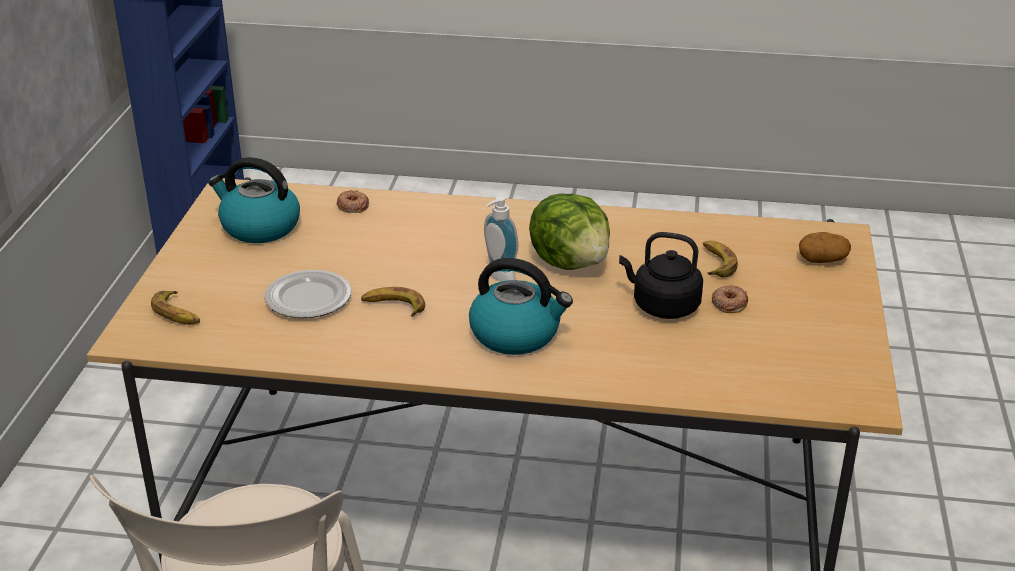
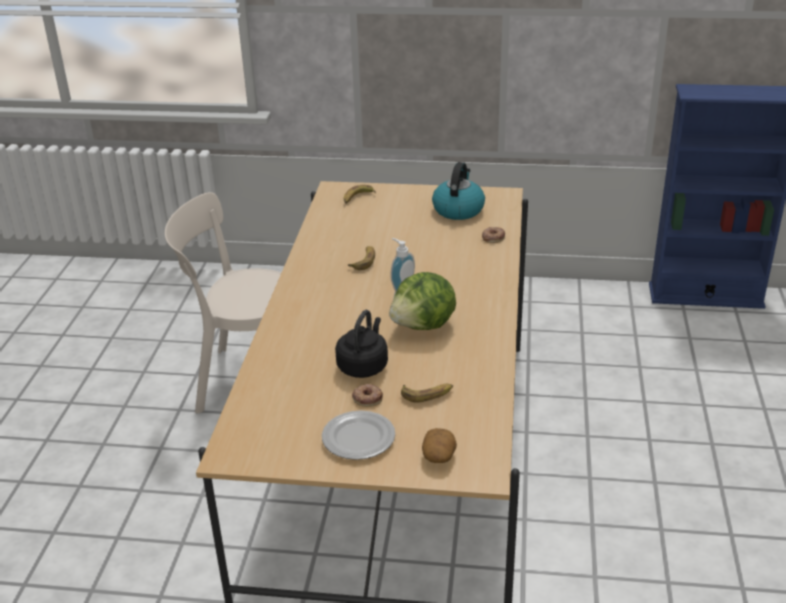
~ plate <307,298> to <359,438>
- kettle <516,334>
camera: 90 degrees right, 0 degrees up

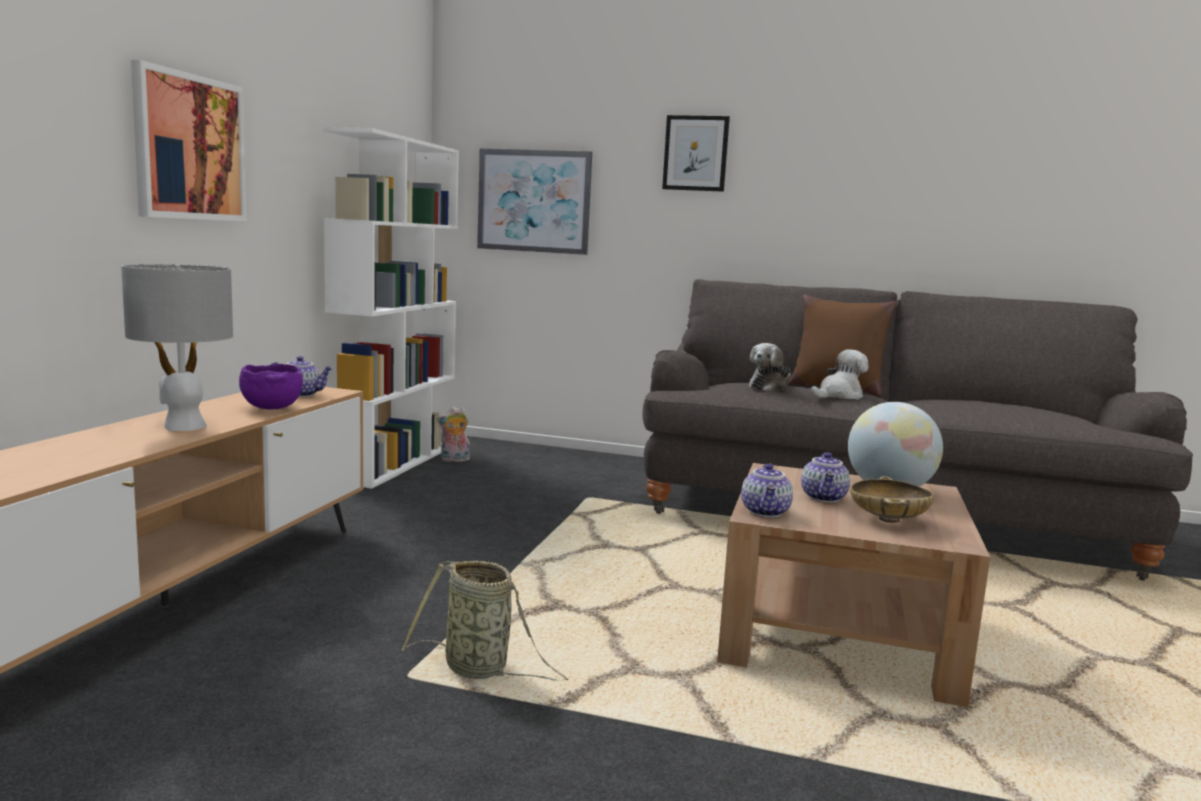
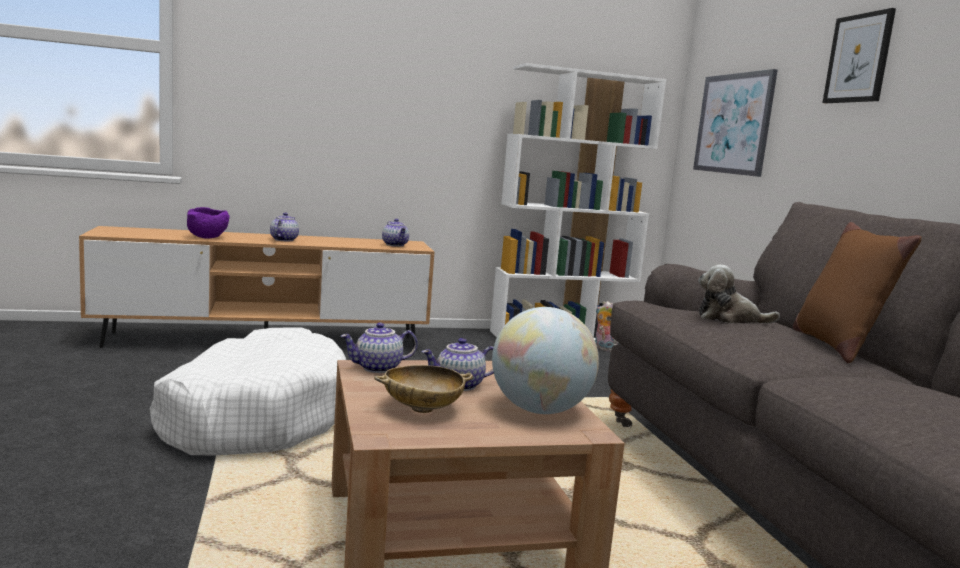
~ basket <480,669> to dog bed (white) <255,416>
~ bowl (purple) <271,408> to <207,238>
~ table lamp (grey) <184,426> to teapot <283,240>
- picture <189,148>
- plush toy <839,395>
camera: 60 degrees right, 0 degrees up

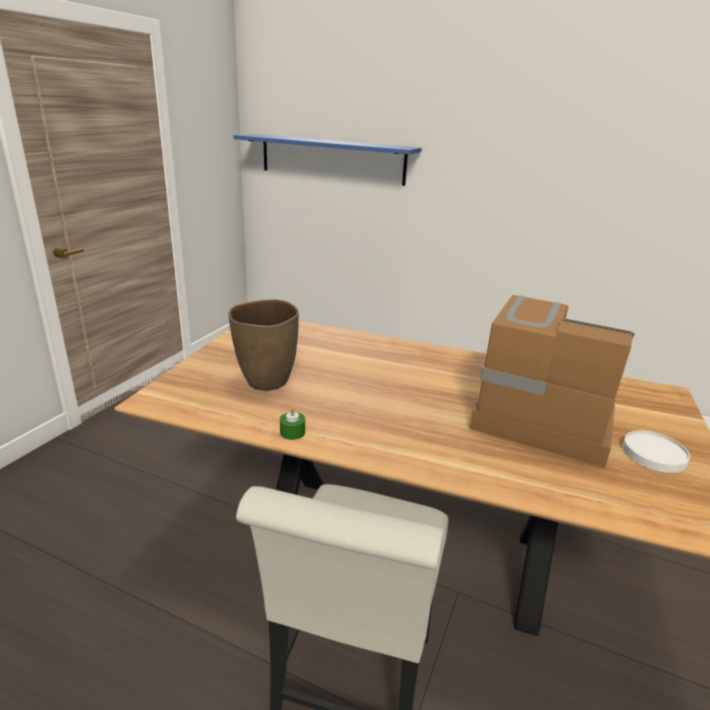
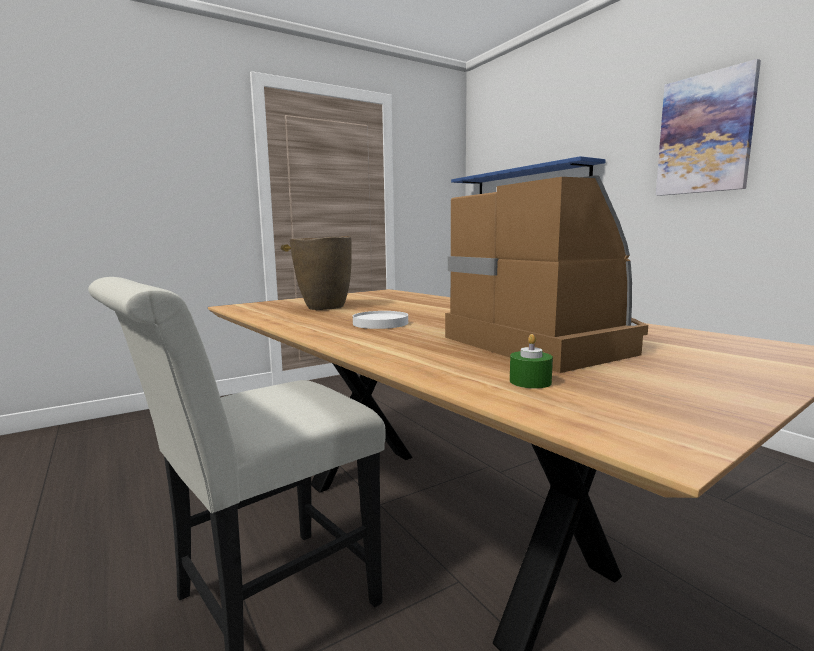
~ plate (white) <654,454> to <380,323>
~ candle (green) <292,432> to <530,382>
+ picture <705,134>
camera: 35 degrees right, 15 degrees down

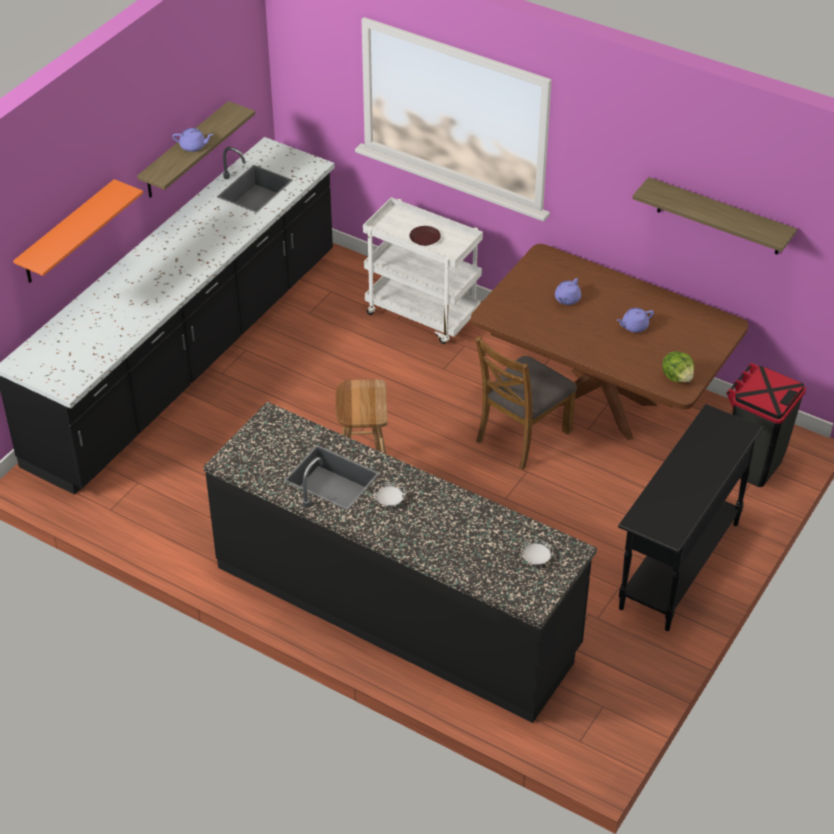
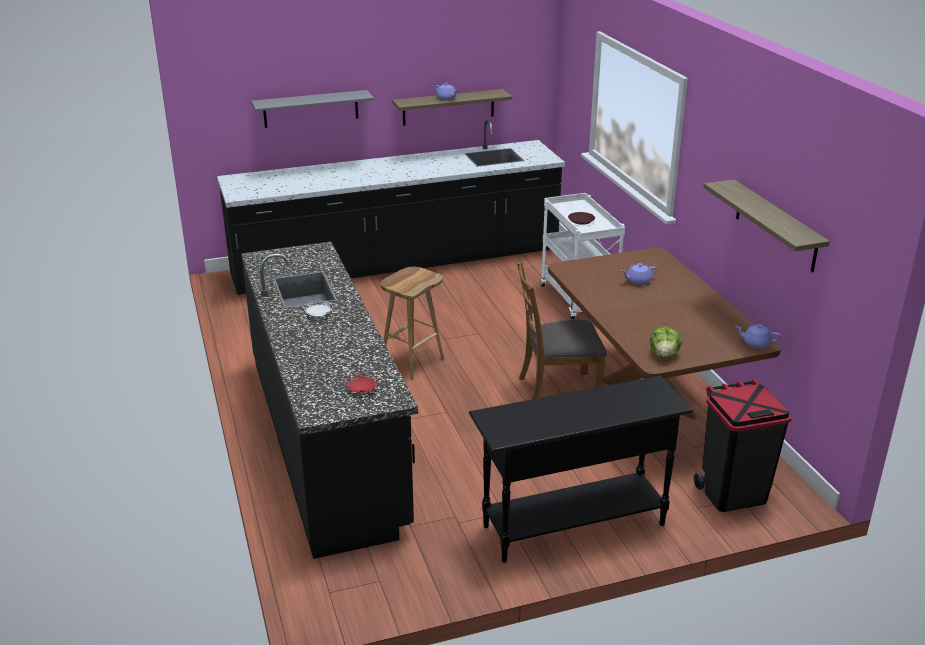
~ shelf (orange) <67,233> to shelf (grey) <311,109>
~ plate (white) <536,558> to plate (red) <362,390>
~ teapot (purple) <634,326> to <755,344>
camera: 40 degrees right, 15 degrees down

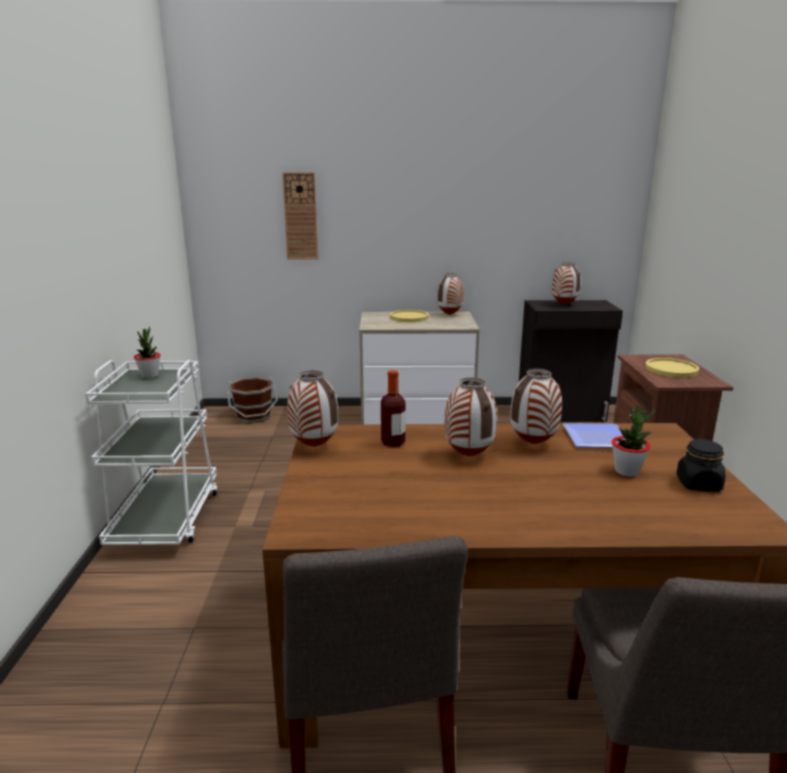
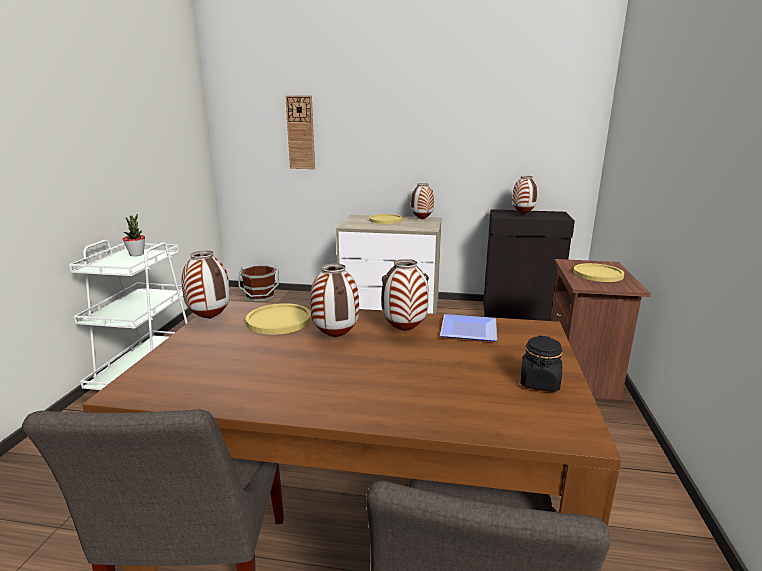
~ bottle <393,443> to plate (yellow) <279,320>
- potted plant <627,471>
camera: 10 degrees right, 0 degrees up

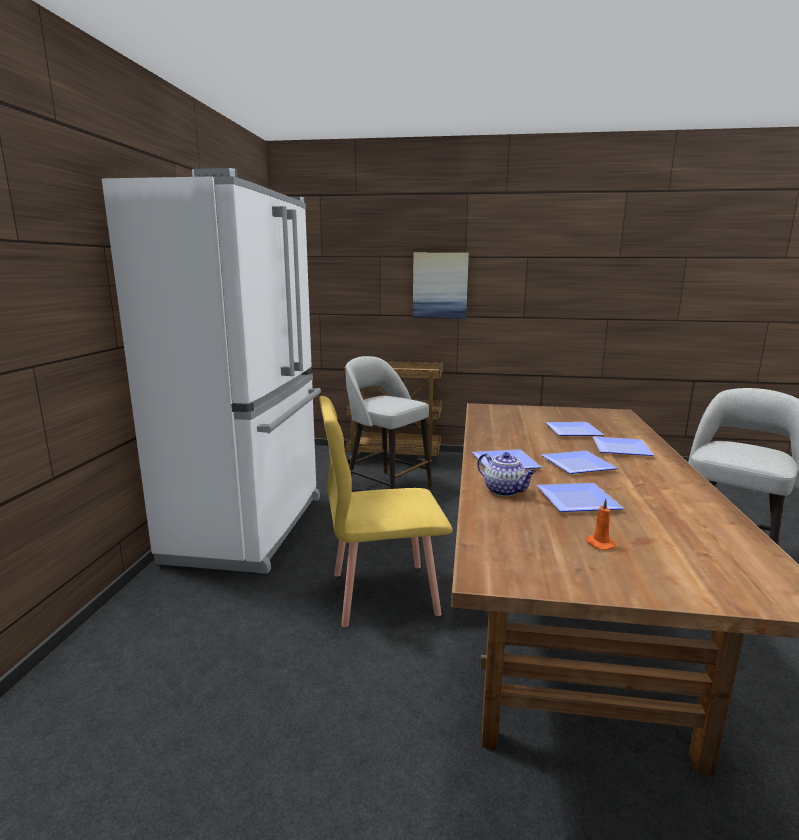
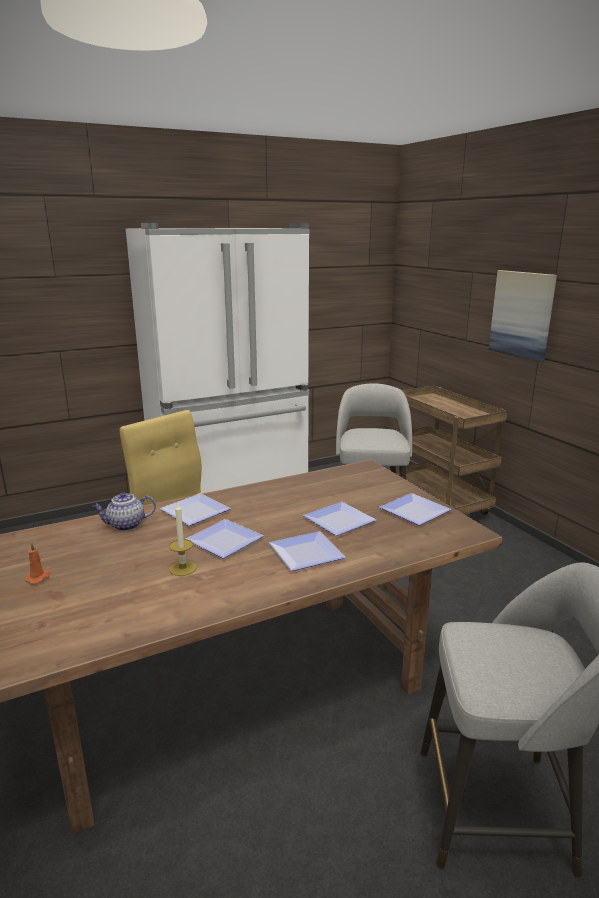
~ teapot <505,491> = <125,525> 60 degrees clockwise
+ candle <183,568>
~ plate <578,499> to <417,511>
camera: 55 degrees right, 5 degrees up

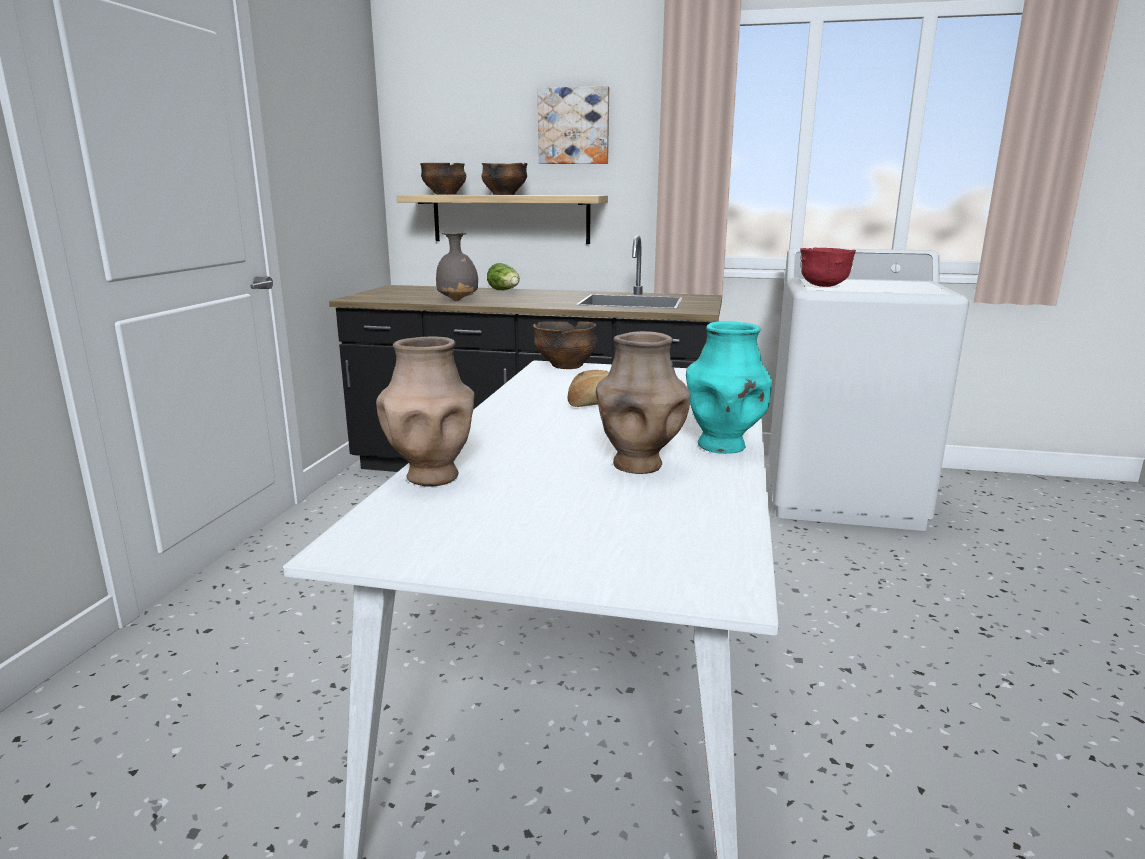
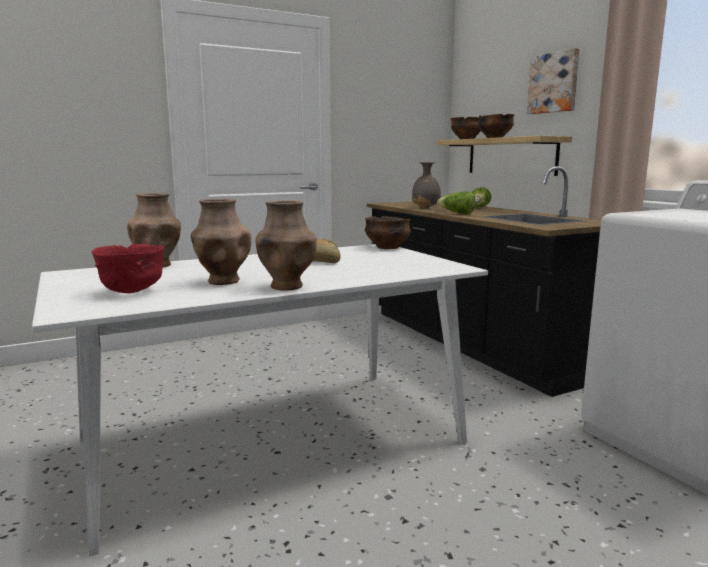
~ bowl (red) <823,286> to <132,291>
~ vase (turquoise) <723,446> to vase (brown) <287,287>
+ lettuce <457,213>
camera: 50 degrees right, 5 degrees down

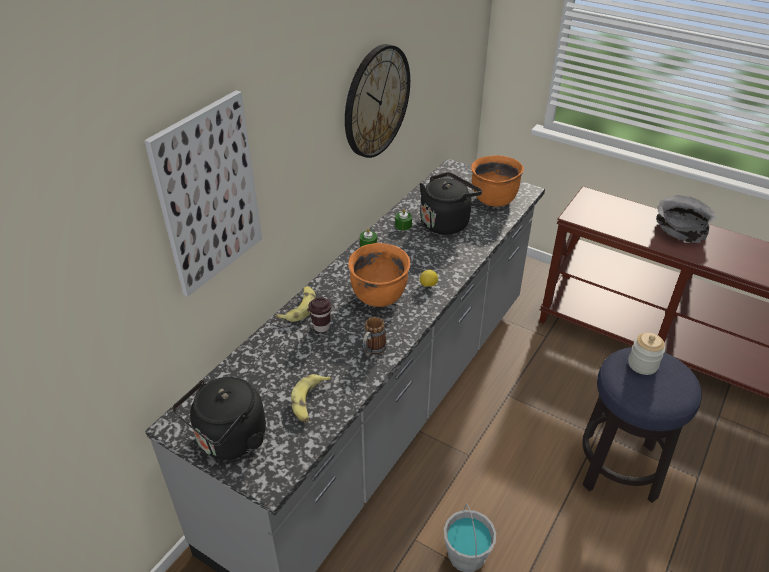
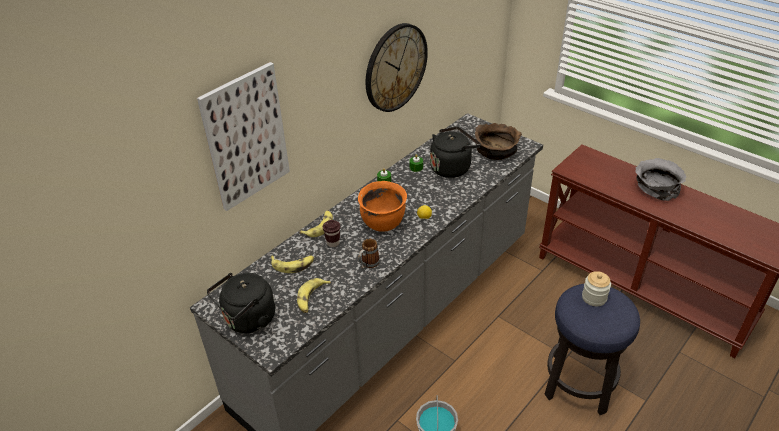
+ banana <293,265>
~ cooking pot (orange) <493,199> to bowl (brown) <496,151>
camera: 10 degrees right, 0 degrees up

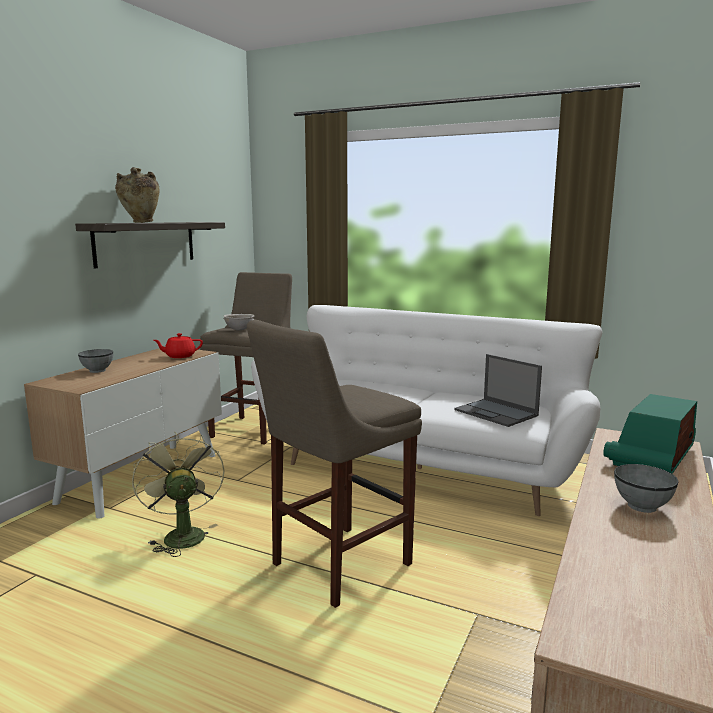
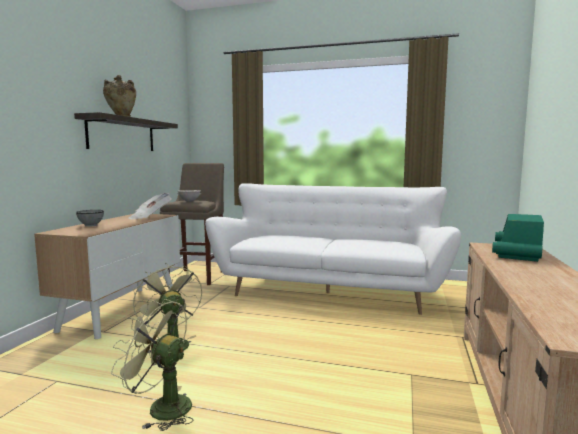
+ fan (green) <161,407>
~ teapot (red) <179,356> to newspaper <150,217>
- stool (beige) <335,566>
- laptop <497,413>
- bowl (grey) <641,506>
camera: 10 degrees left, 5 degrees down

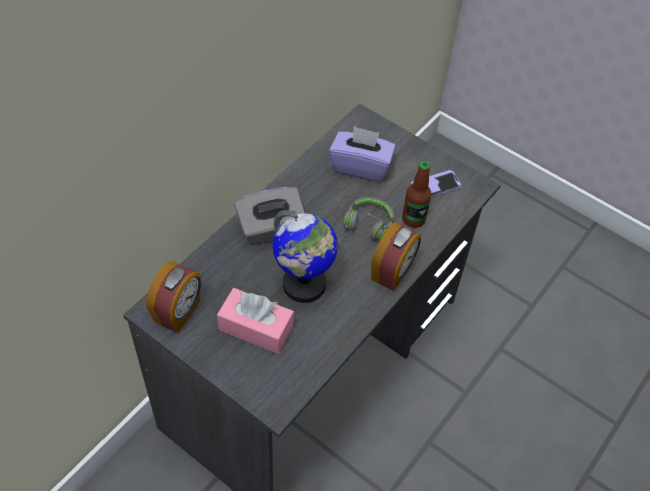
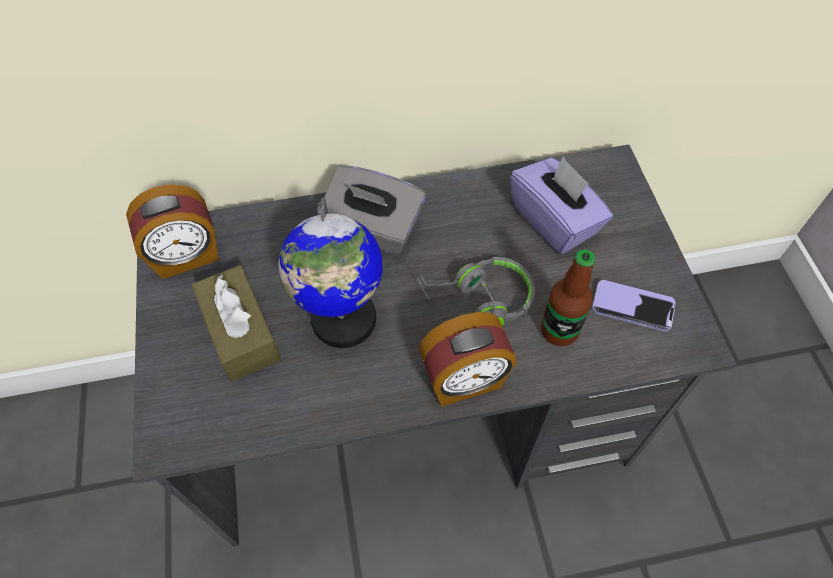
~ tissue box (pink) <256,328> to tissue box (brown) <241,332>
camera: 45 degrees right, 5 degrees up

